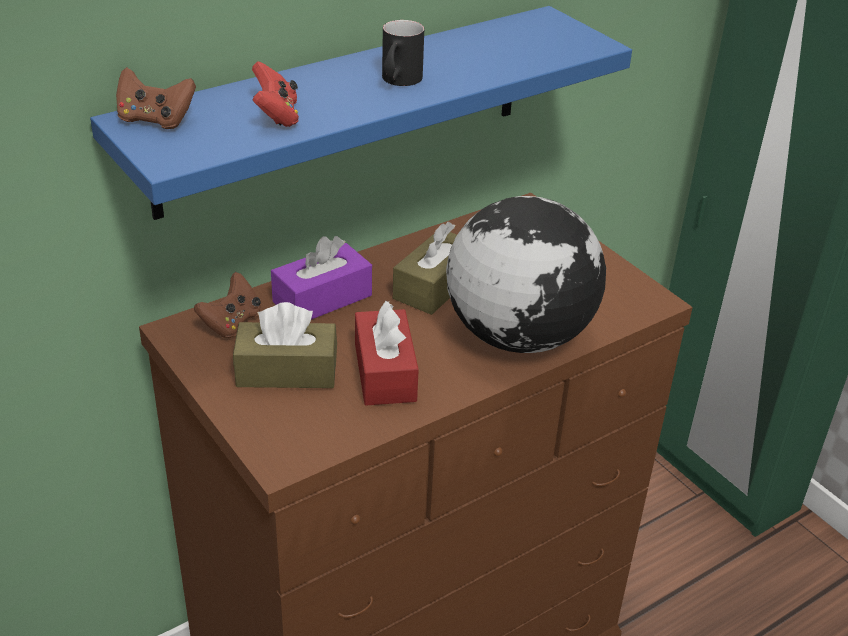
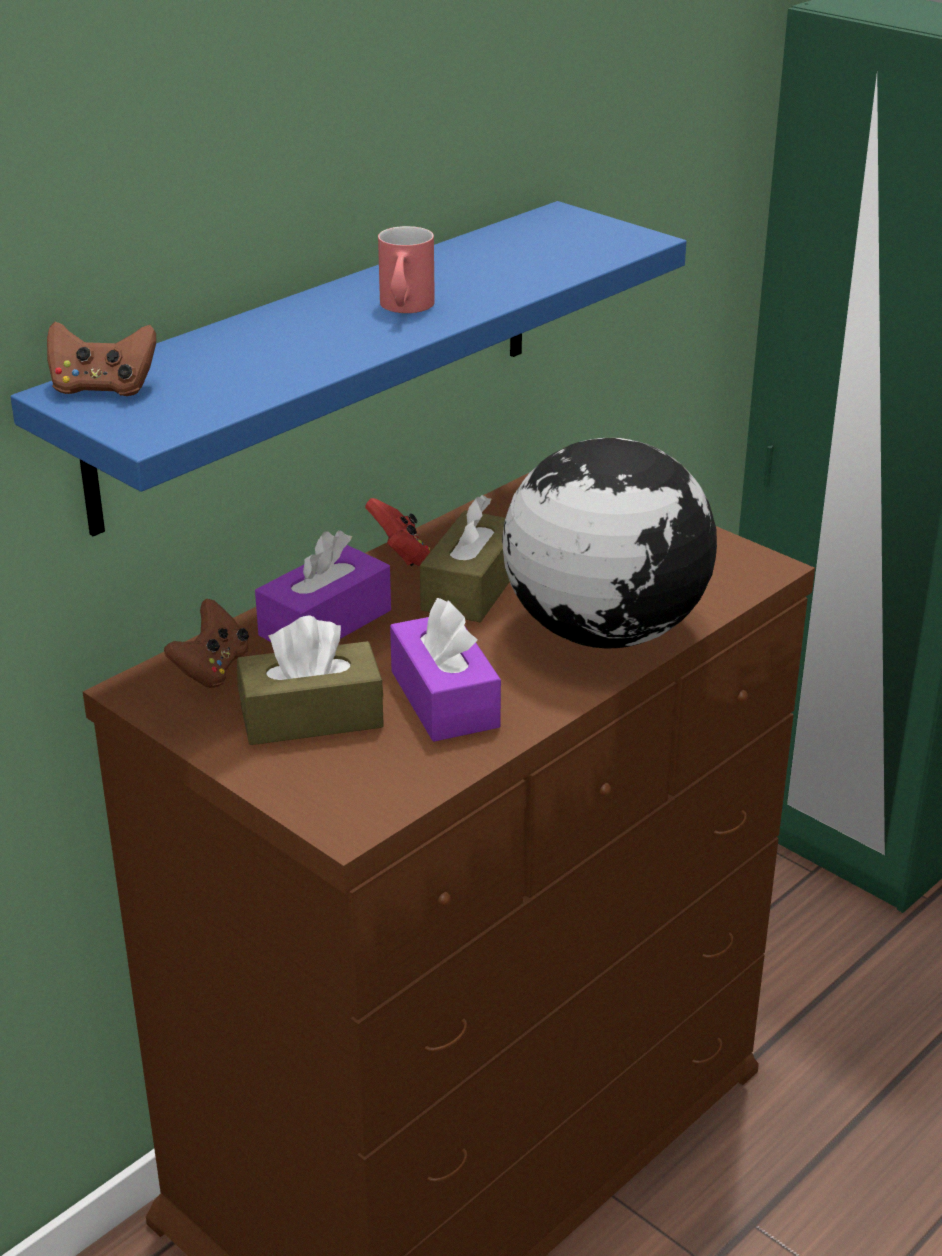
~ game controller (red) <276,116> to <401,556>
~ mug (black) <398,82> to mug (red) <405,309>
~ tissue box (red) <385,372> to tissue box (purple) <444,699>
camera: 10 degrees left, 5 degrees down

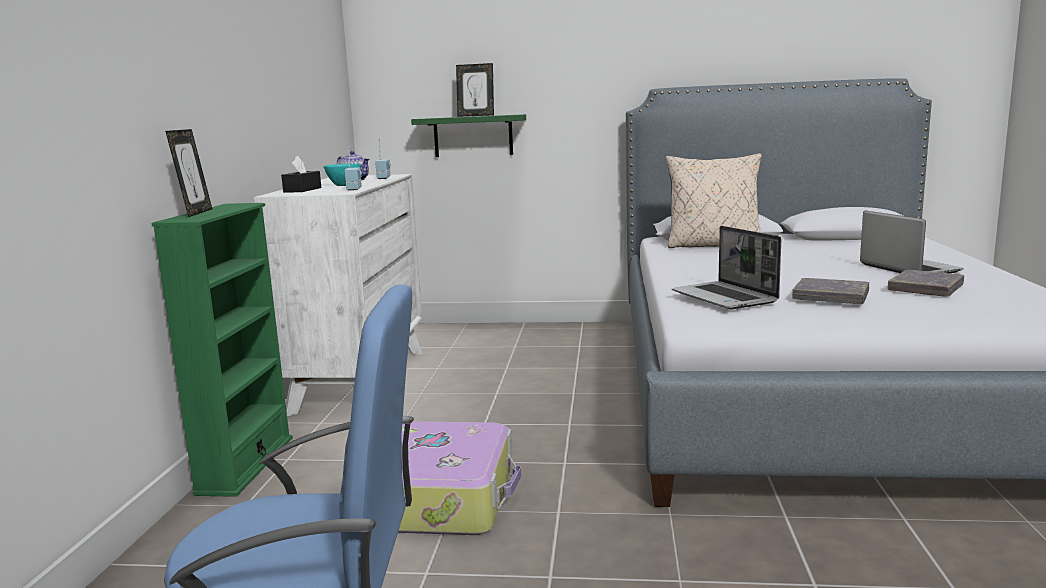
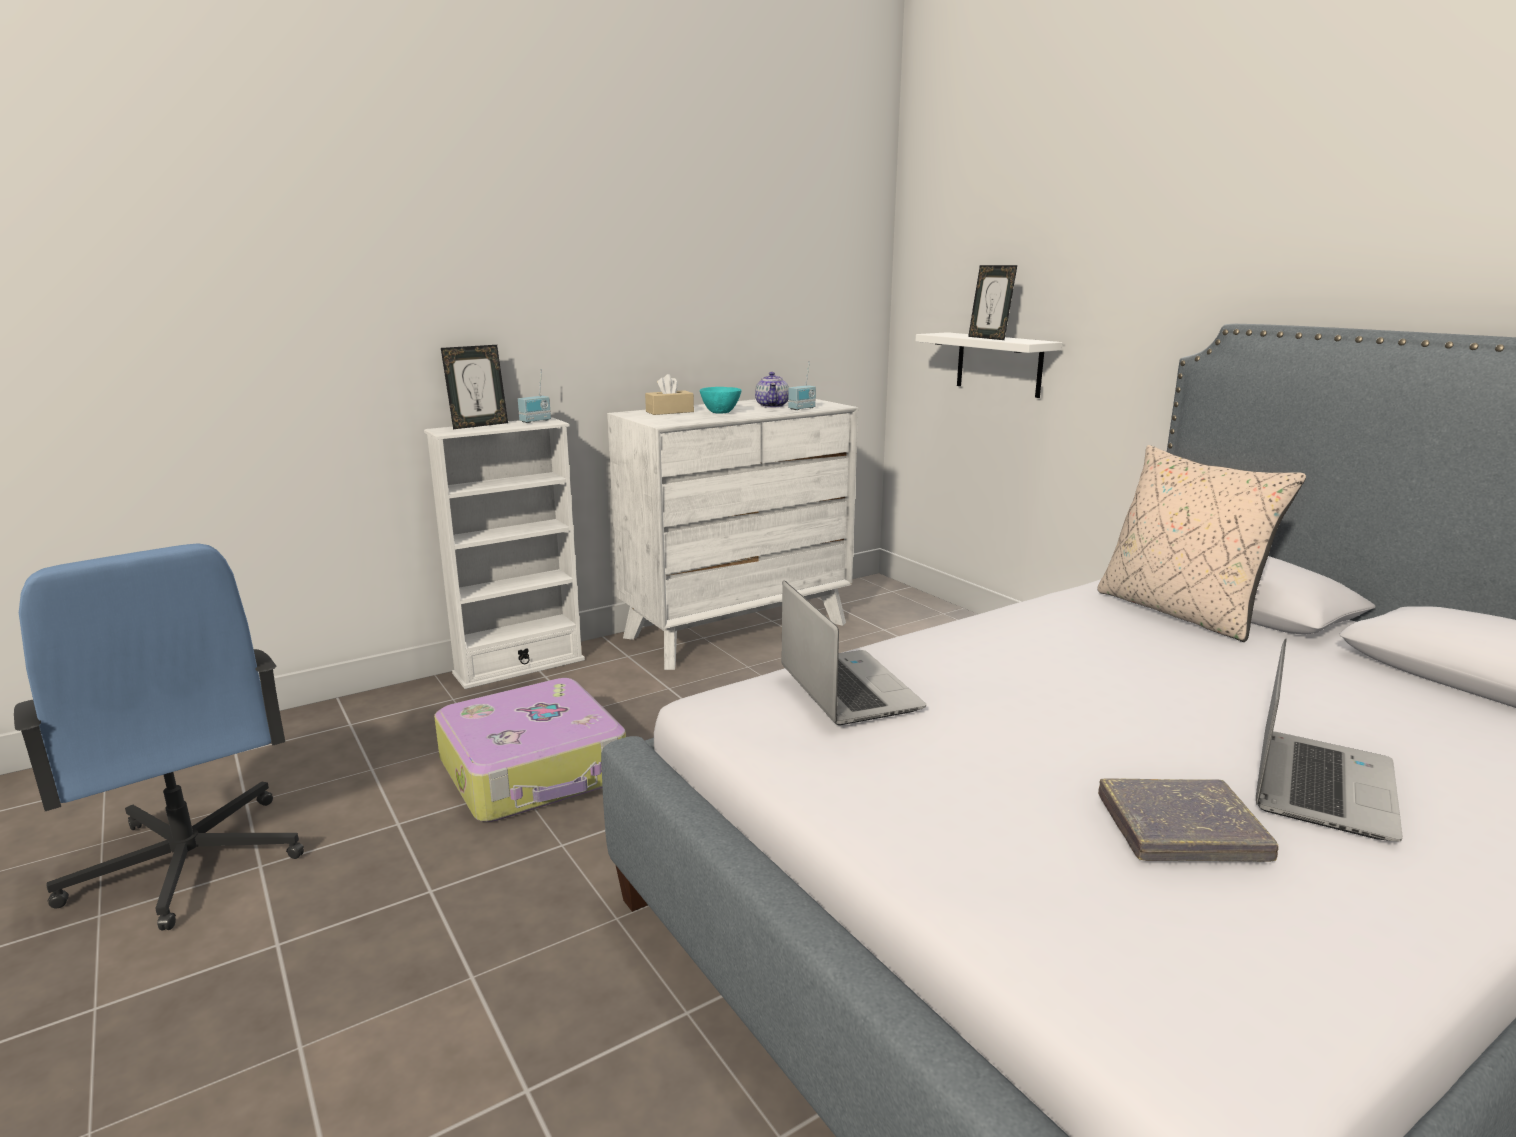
~ bookcase (green) <246,465> to bookcase (white) <519,667>
~ radio <355,189> to <536,421>
~ tissue box (black) <302,190> to tissue box (beige) <669,412>
~ laptop <725,297> = <846,689> 135 degrees clockwise
~ shelf (green) <473,136> to shelf (white) <999,364>
- book (grey) <830,297>
camera: 50 degrees right, 5 degrees up

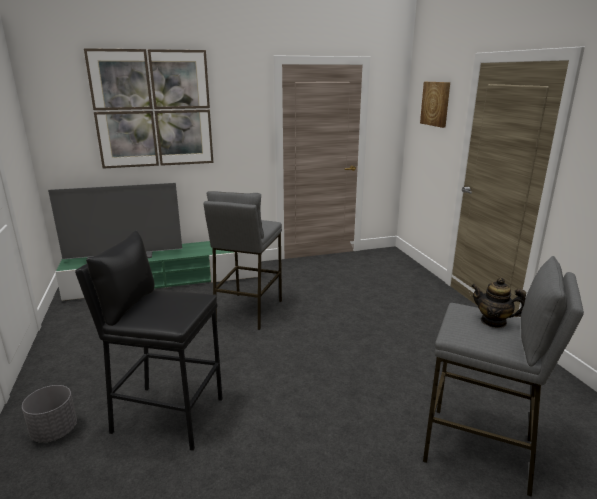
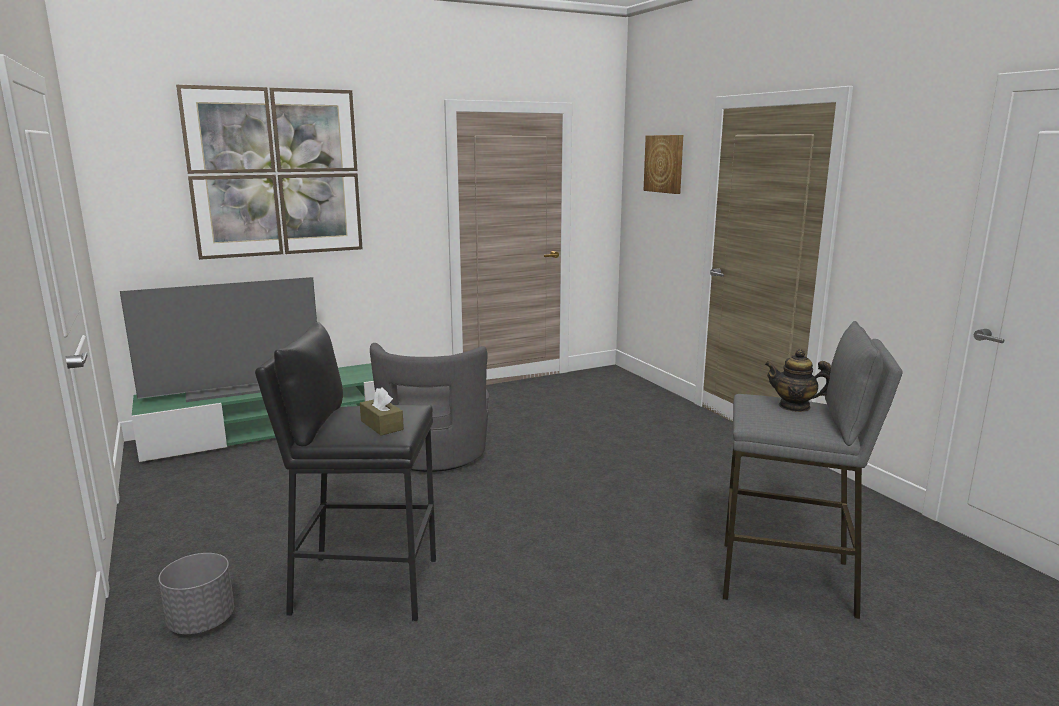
+ tissue box (brown) <382,425>
~ stool (grey) <248,311> to armchair (grey) <434,455>
camera: 10 degrees left, 5 degrees down

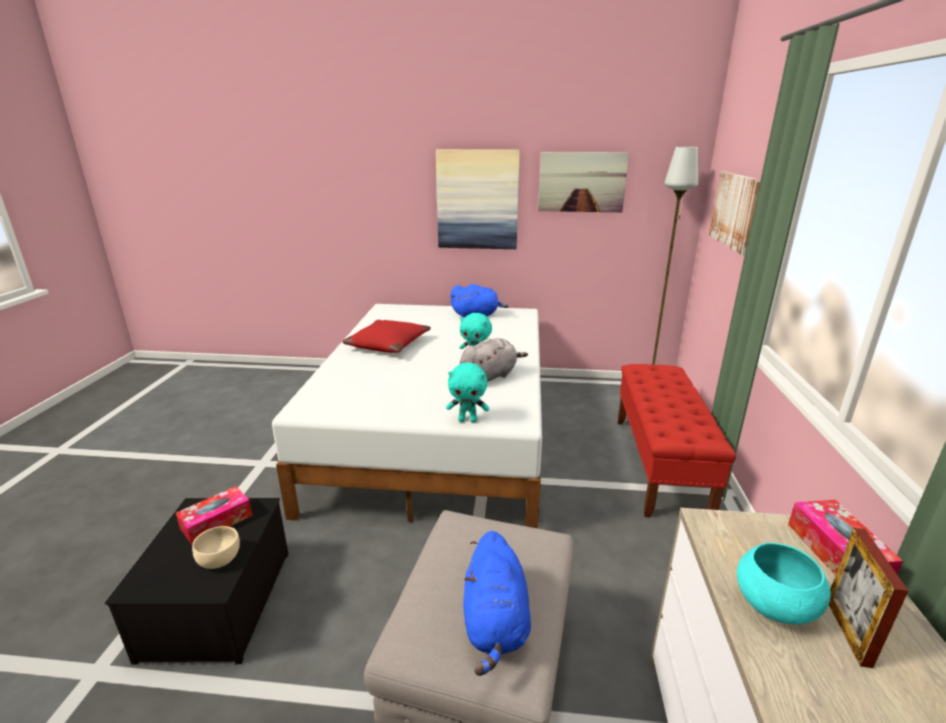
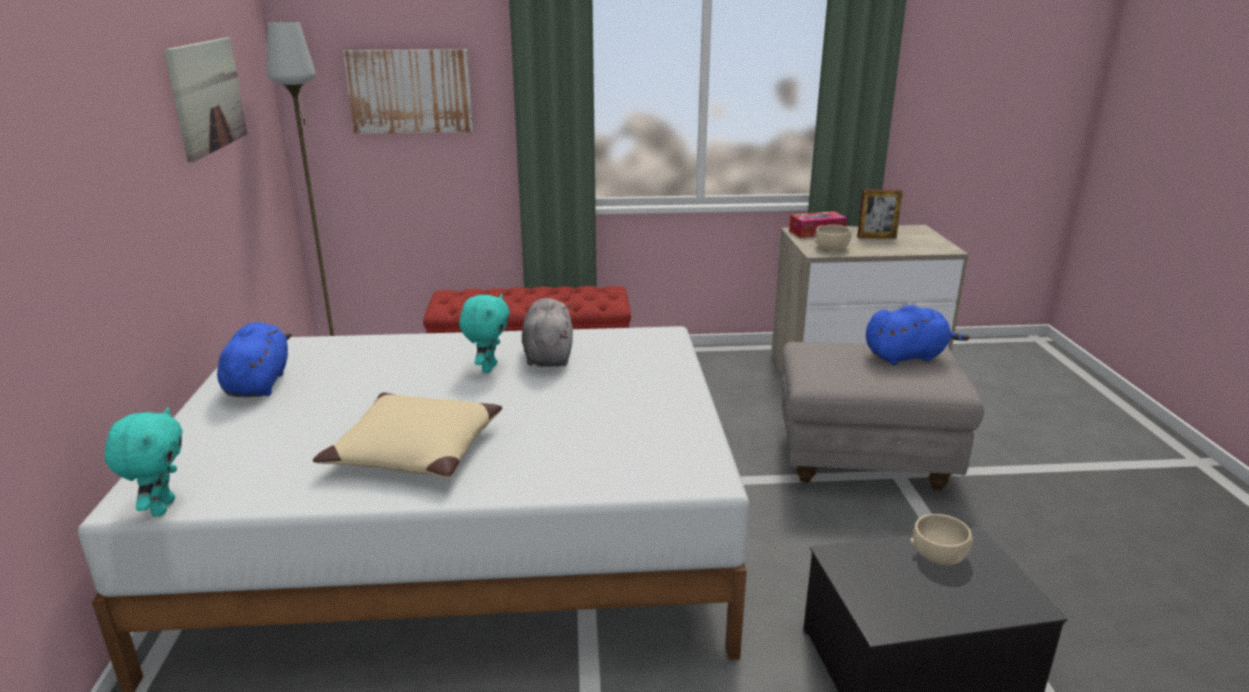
~ plush toy (turquoise) <468,420> to <161,508>
~ pillow (red) <387,344> to pillow (beige) <414,451>
~ plush toy (grey) <490,376> = <548,355> 45 degrees clockwise
+ bowl (beige) <832,248>
- tissue box <217,522>
- picture <477,200>
- bowl (turquoise) <773,605>
camera: 100 degrees left, 0 degrees up

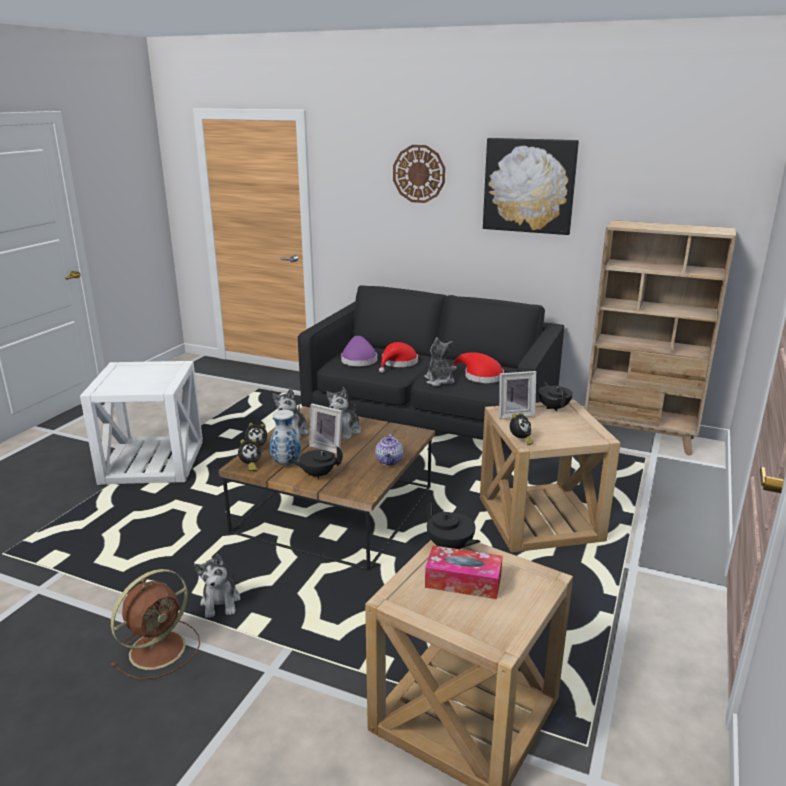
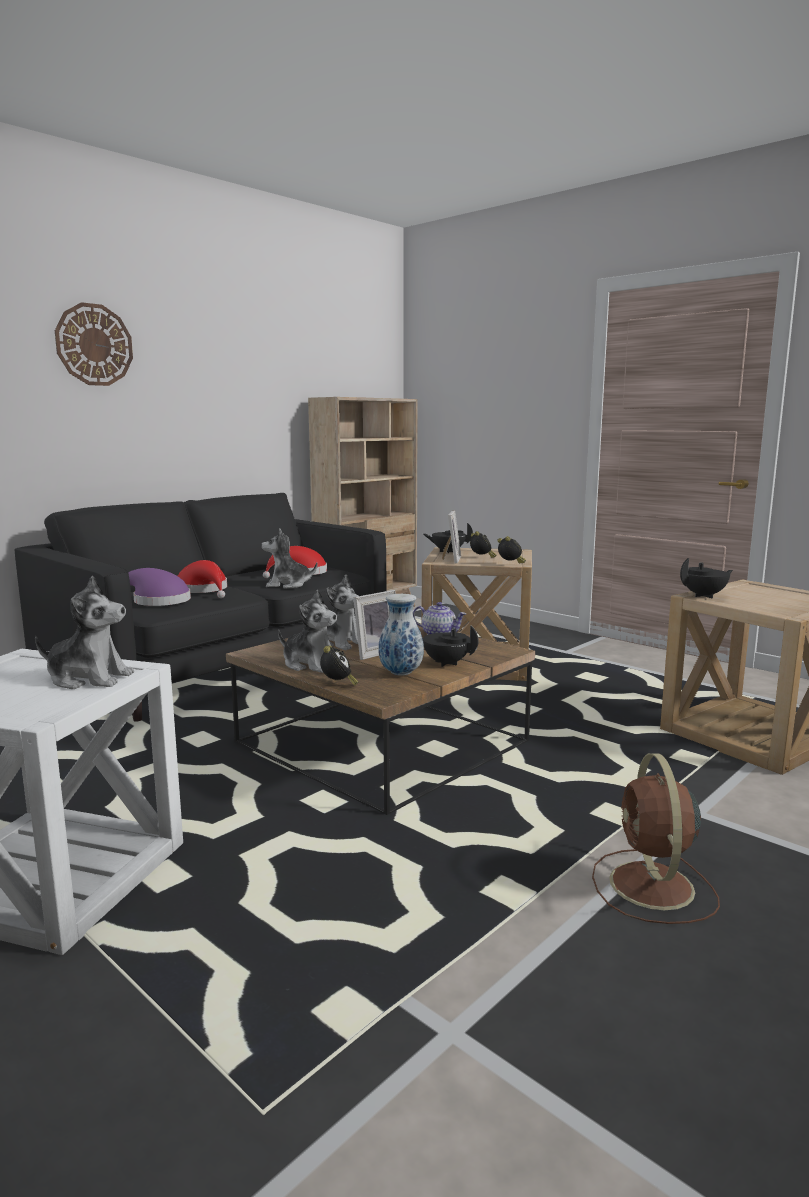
~ plush toy <220,602> to <89,678>
~ teapot (black) <317,474> = <446,663> 105 degrees clockwise
~ alarm clock <250,466> to <481,558>
~ fan (brown) <160,648> = <652,888> 150 degrees counterclockwise
- tissue box <463,581>
- picture <529,186>
camera: 70 degrees left, 10 degrees down

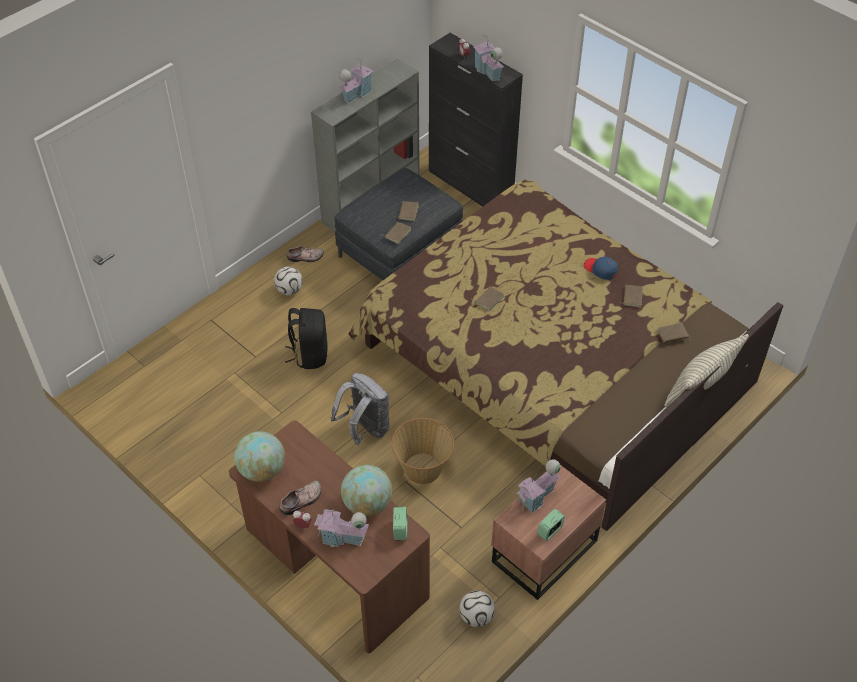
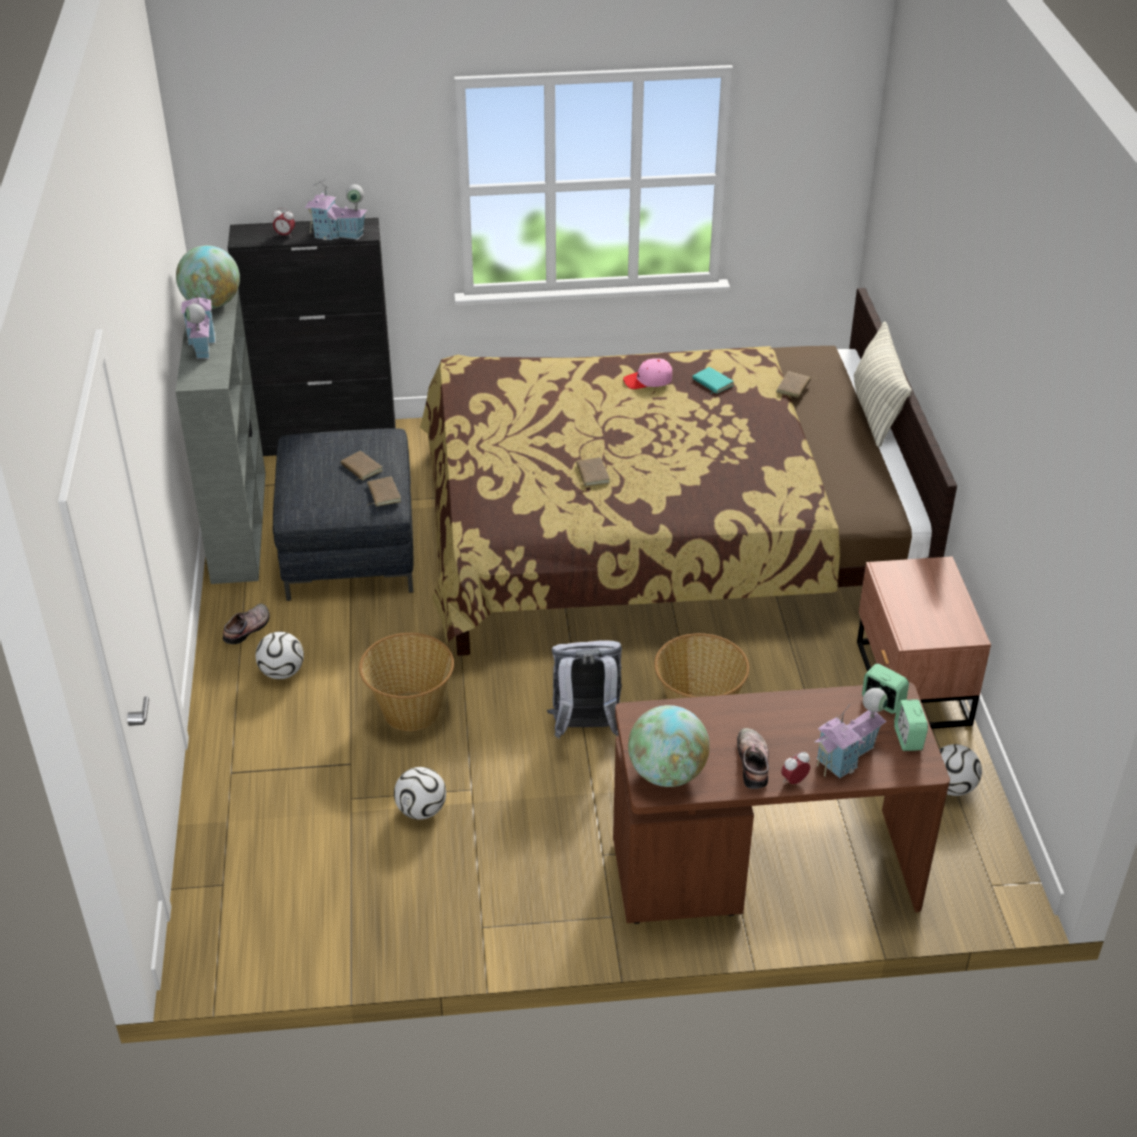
~ globe <367,504> to <212,304>
~ backpack (black) <310,354> to basket <410,712>
+ football <421,810>
~ cap (blue) <600,269> to cap (pink) <648,380>
~ book (brown) <631,297> to book (turquoise) <711,383>
~ alarm clock <550,531> to <908,738>
- toy house <537,497>
camera: 50 degrees left, 10 degrees down

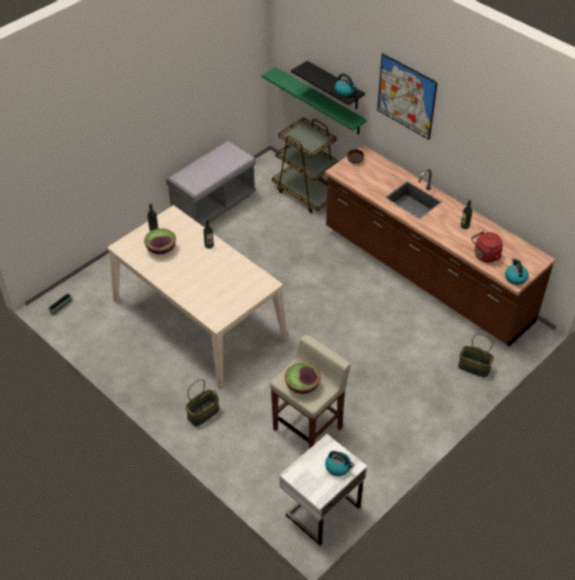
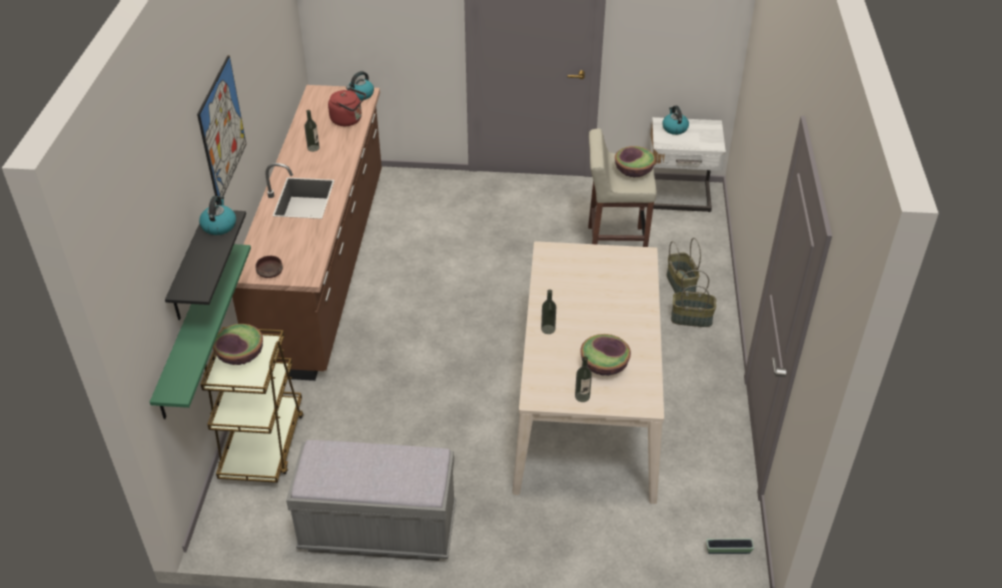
+ bowl <240,355>
~ basket <473,367> to <681,283>
camera: 130 degrees left, 5 degrees down

